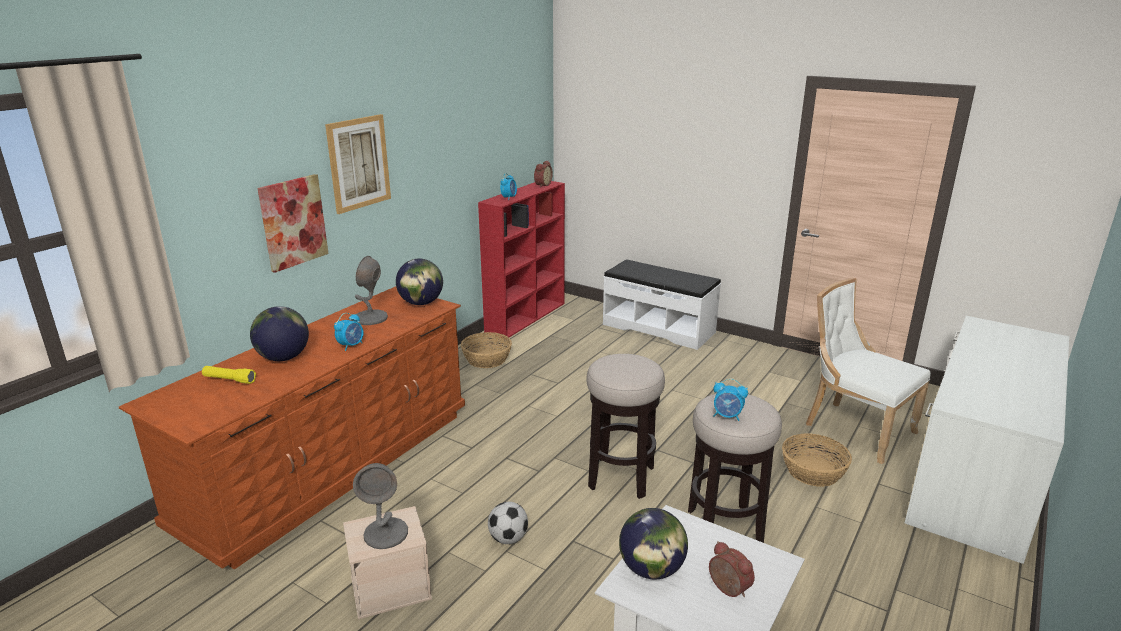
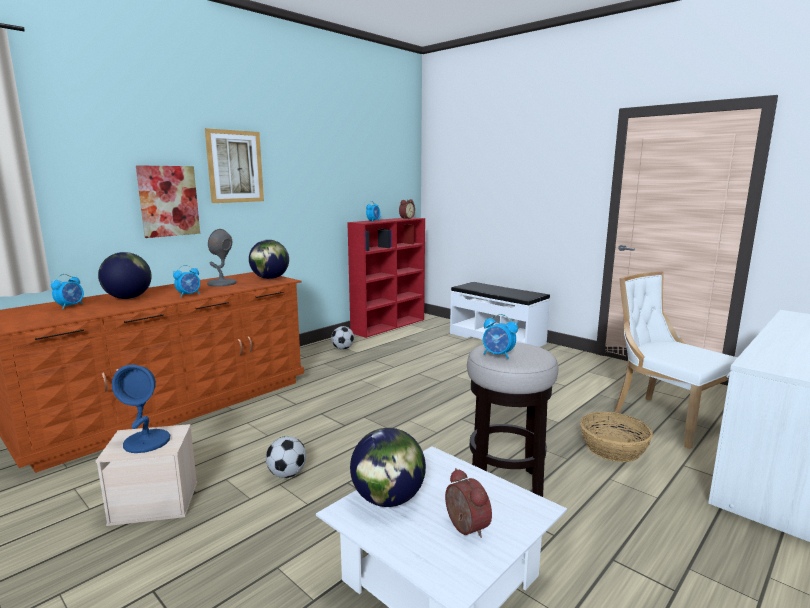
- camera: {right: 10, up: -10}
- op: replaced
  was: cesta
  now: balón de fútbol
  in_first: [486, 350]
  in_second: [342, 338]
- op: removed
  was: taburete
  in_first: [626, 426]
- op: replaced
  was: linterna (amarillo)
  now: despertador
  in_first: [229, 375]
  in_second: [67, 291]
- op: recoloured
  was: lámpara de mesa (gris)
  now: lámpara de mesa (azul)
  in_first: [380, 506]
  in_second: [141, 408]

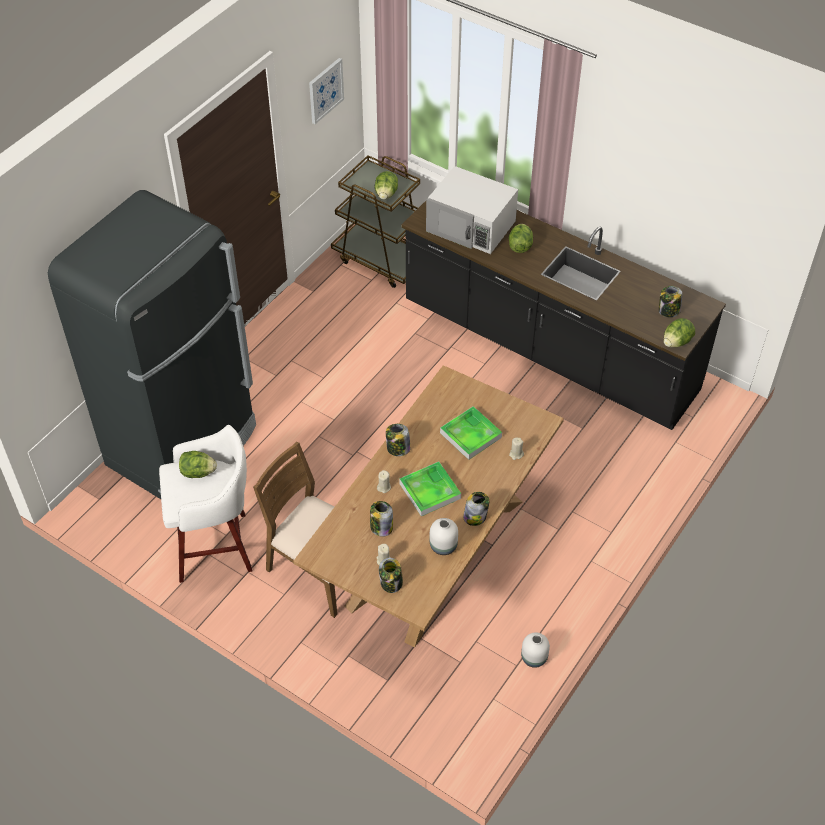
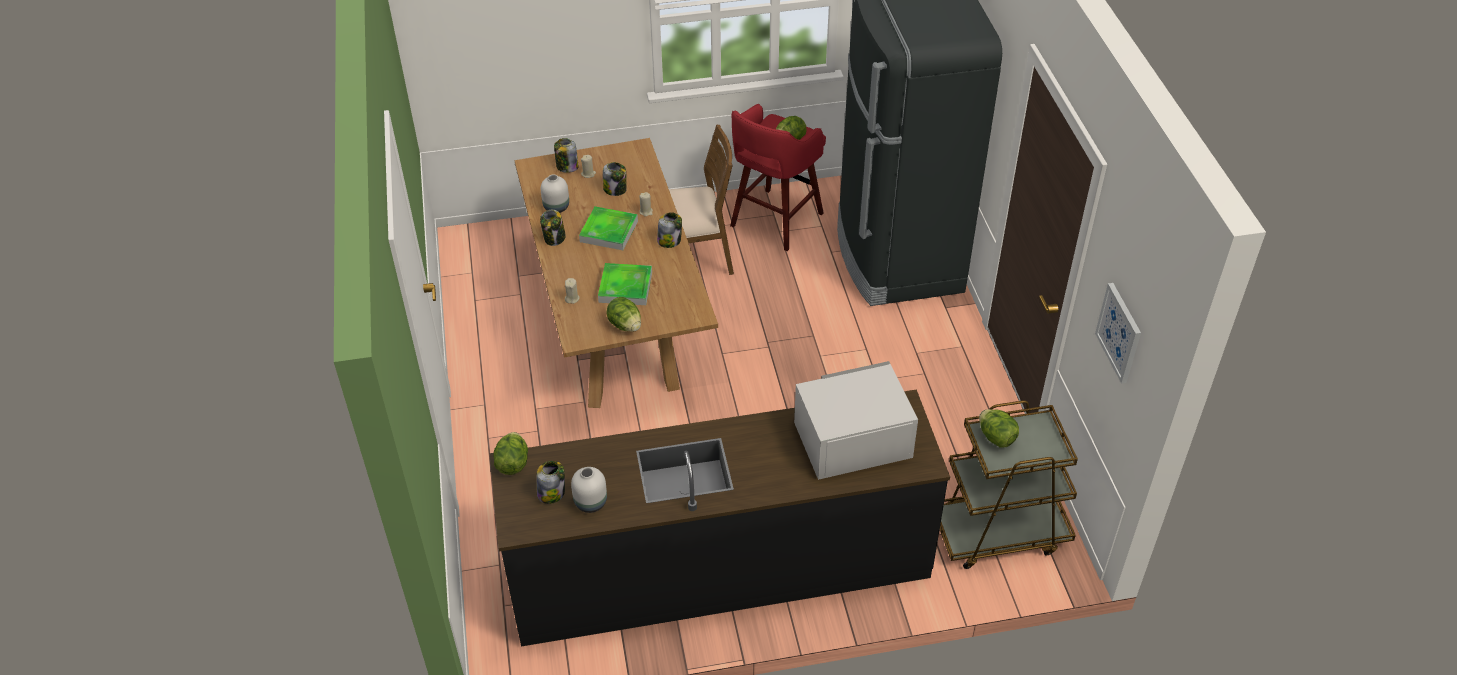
- camera: {right: 135, up: -5}
- op: moved
  was: lechuga
  in_first: [521, 238]
  in_second: [623, 314]
- op: recoloured
  was: taburete (blanco)
  now: taburete (rojo)
  in_first: [205, 504]
  in_second: [778, 177]
- op: moved
  was: florero (blanco)
  in_first: [535, 650]
  in_second: [589, 490]

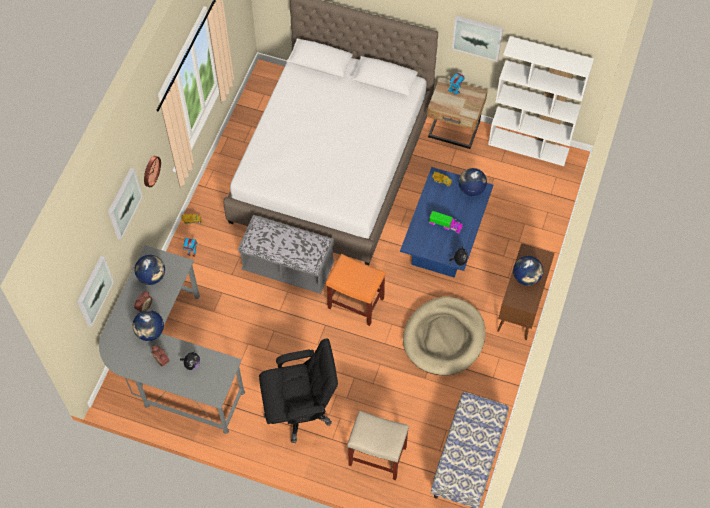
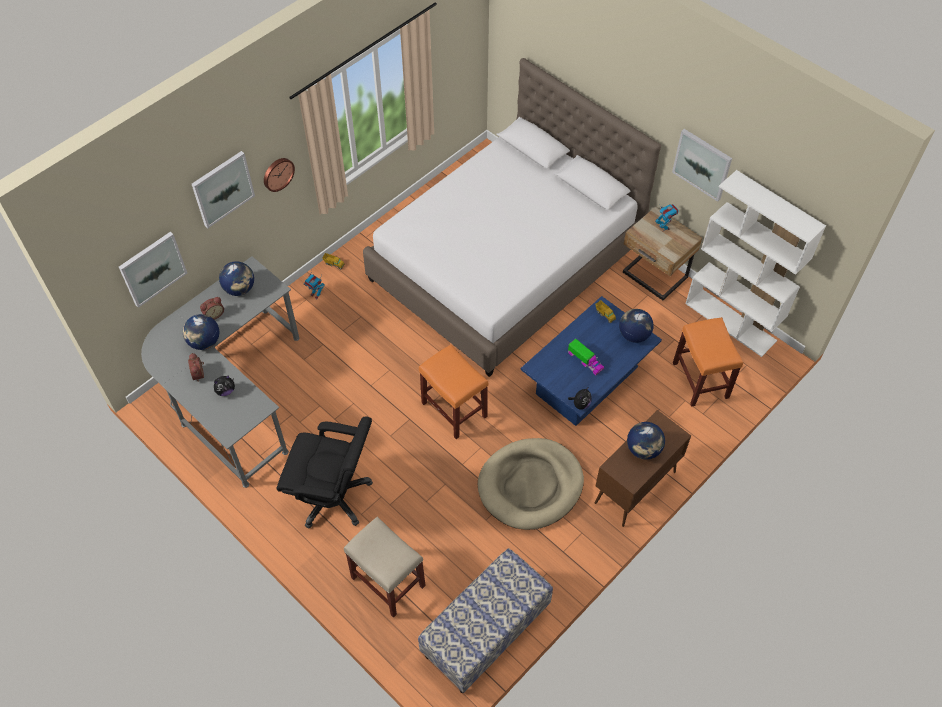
- camera: {right: 25, up: -5}
- op: removed
  was: banco (gris)
  in_first: [286, 254]
- op: added
  now: taburete (naranja)
  in_second: [708, 362]

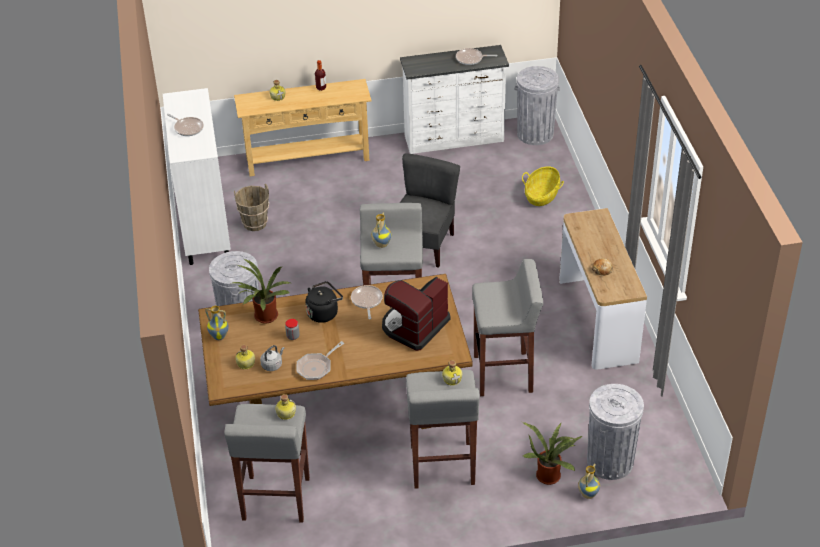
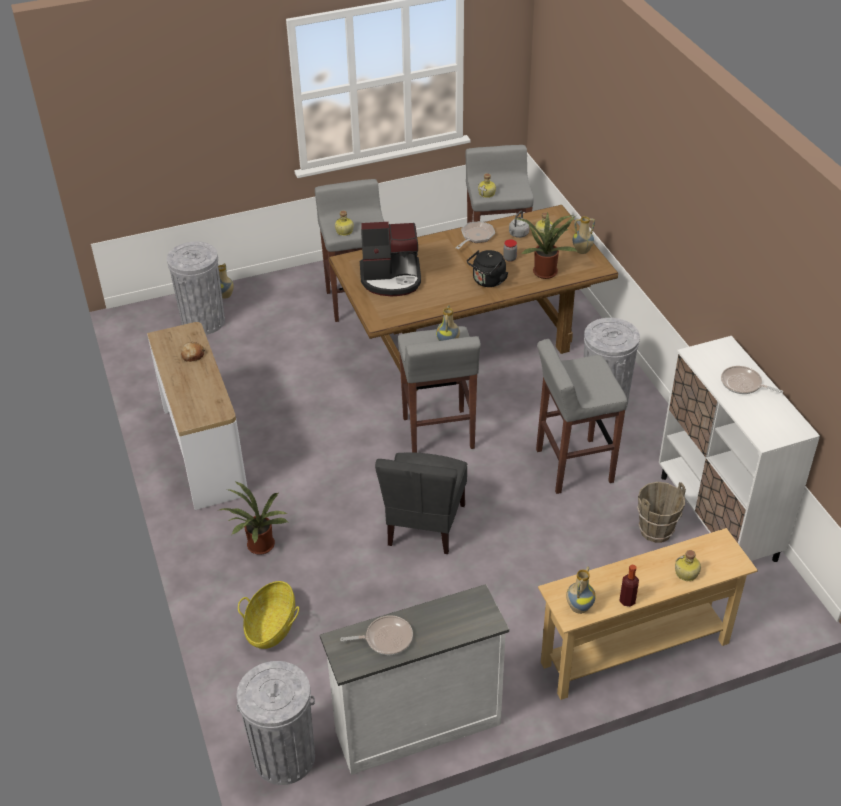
- camera: {right: 170, up: 0}
- op: moved
  was: taburete (gris)
  in_first: [507, 327]
  in_second: [582, 416]
- op: turned
  was: cafetera
  in_first: [416, 314]
  in_second: [390, 259]
  clockwise: 60
- op: removed
  was: sartén
  in_first: [367, 302]
- op: moved
  was: planta en maceta
  in_first: [552, 453]
  in_second: [252, 518]
- op: added
  now: florero
  in_second: [581, 590]

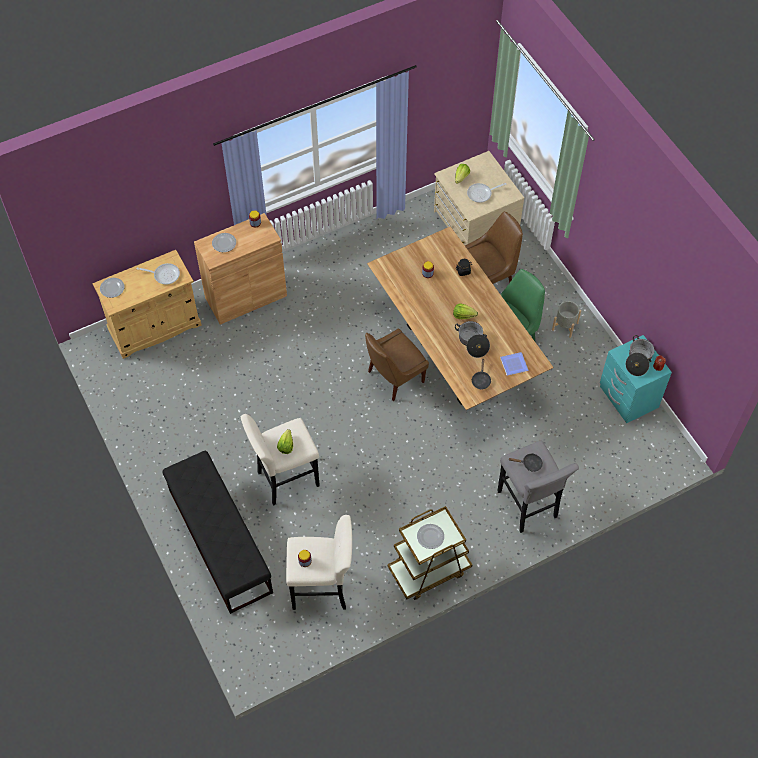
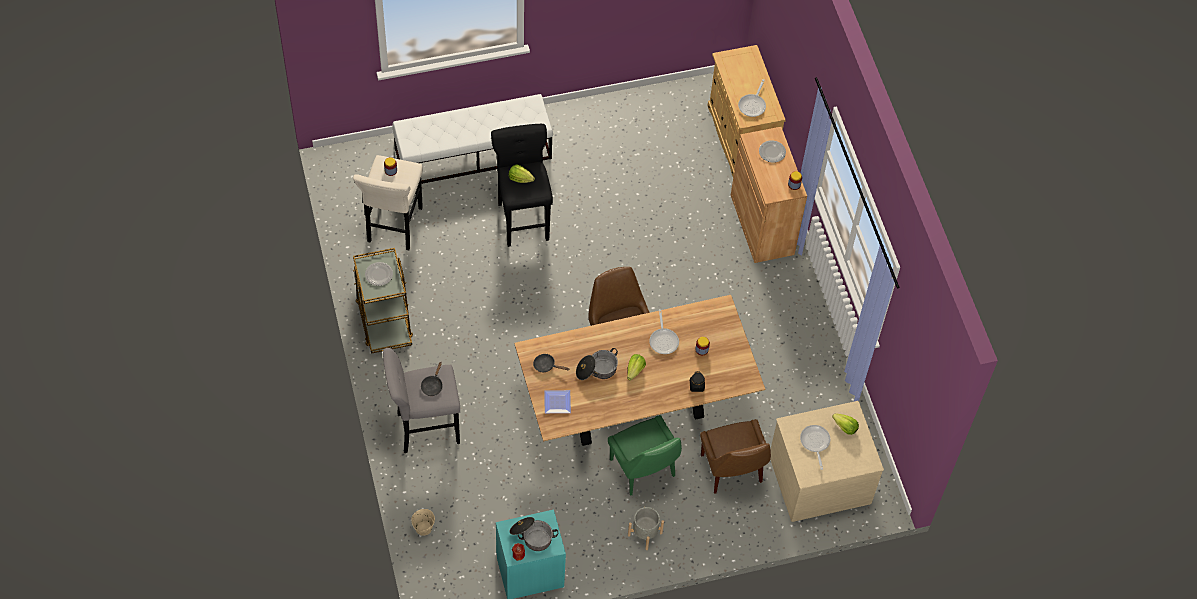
- camera: {right: 100, up: 0}
- op: removed
  was: plato
  in_first: [112, 288]
- op: recoloured
  was: taburete (beis)
  now: taburete (negro)
  in_first: [280, 460]
  in_second: [522, 185]
- op: recoloured
  was: banco (negro)
  now: banco (blanco)
  in_first: [217, 532]
  in_second: [472, 139]
- op: added
  now: sartén
  in_second: [664, 331]
- op: added
  now: cubo (beis)
  in_second: [423, 522]

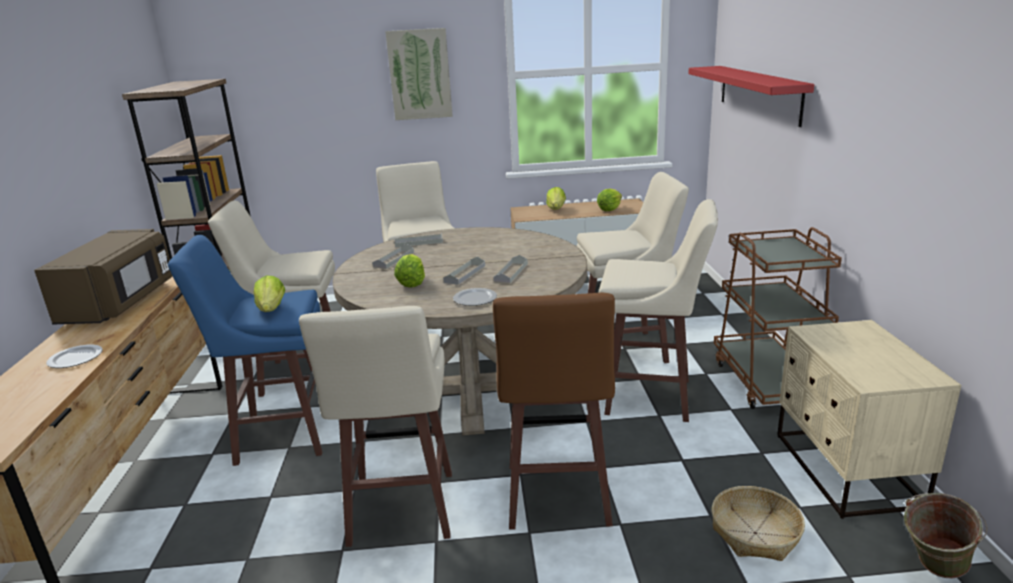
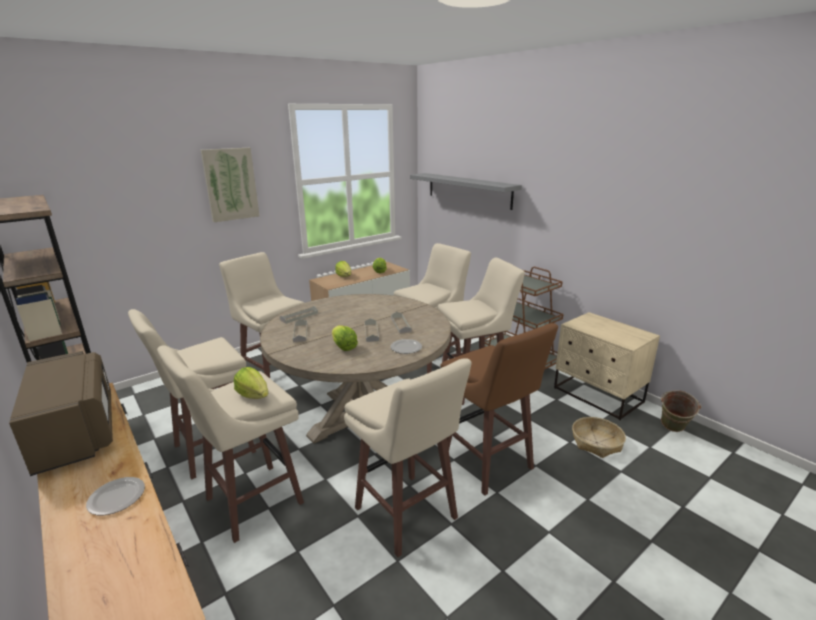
- camera: {right: -35, up: 0}
- op: recoloured
  was: estante (rojo)
  now: estante (gris)
  in_first: [751, 96]
  in_second: [466, 191]
- op: recoloured
  was: taburete (azul)
  now: taburete (beis)
  in_first: [245, 350]
  in_second: [230, 444]

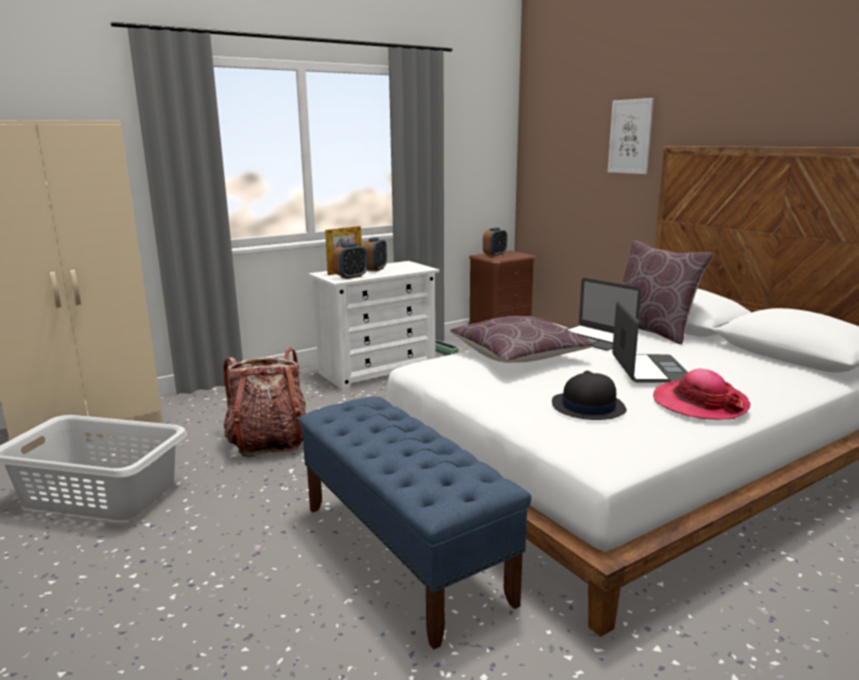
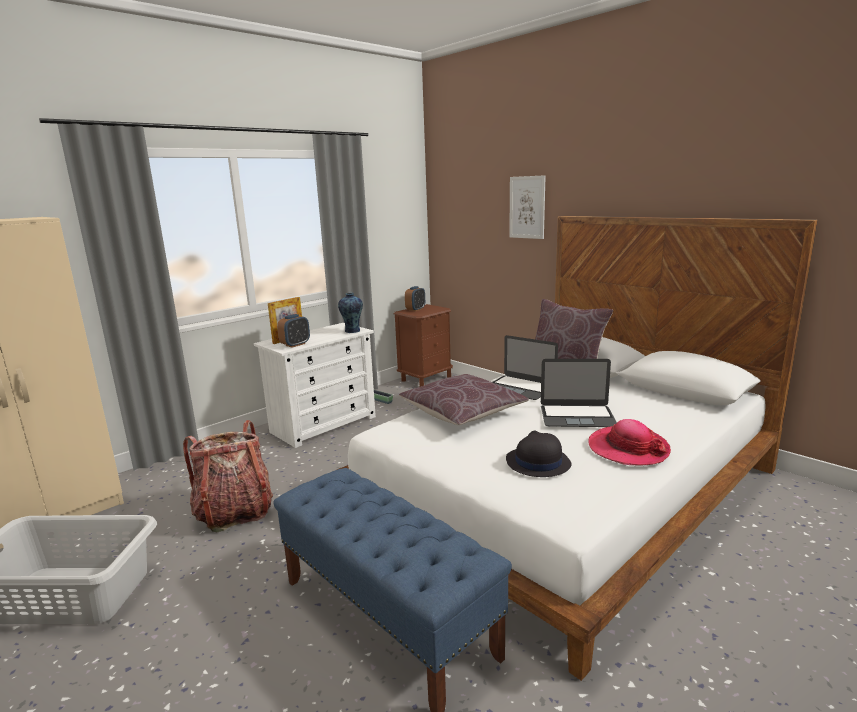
- camera: {right: -10, up: 0}
- op: removed
  was: despertador
  in_first: [375, 254]
- op: turned
  was: portátil
  in_first: [650, 342]
  in_second: [579, 393]
  clockwise: 105
- op: added
  now: florero
  in_second: [350, 313]

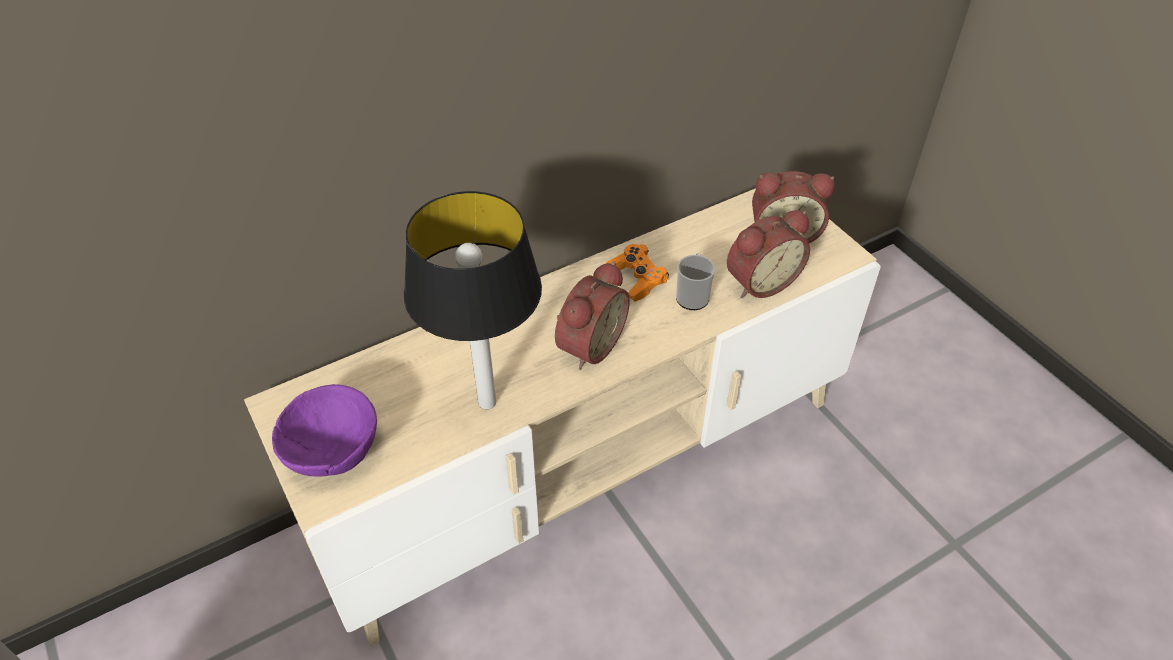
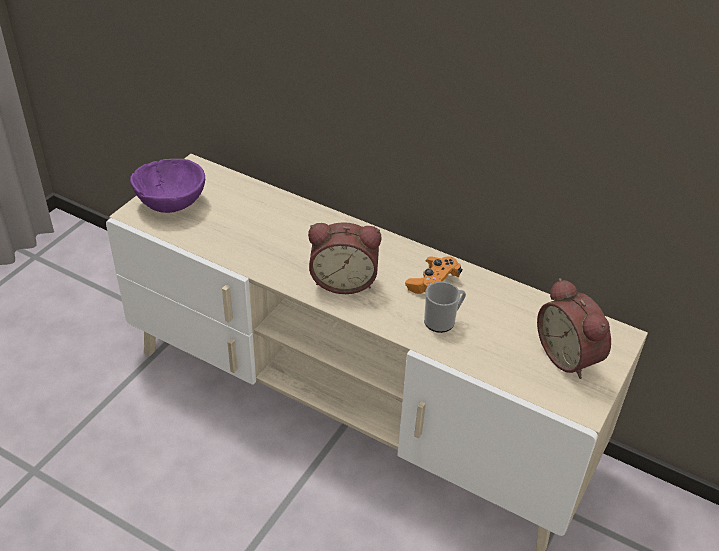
- camera: {right: 60, up: -5}
- op: removed
  was: lámpara de mesa
  in_first: [473, 300]
- op: removed
  was: despertador
  in_first: [768, 254]

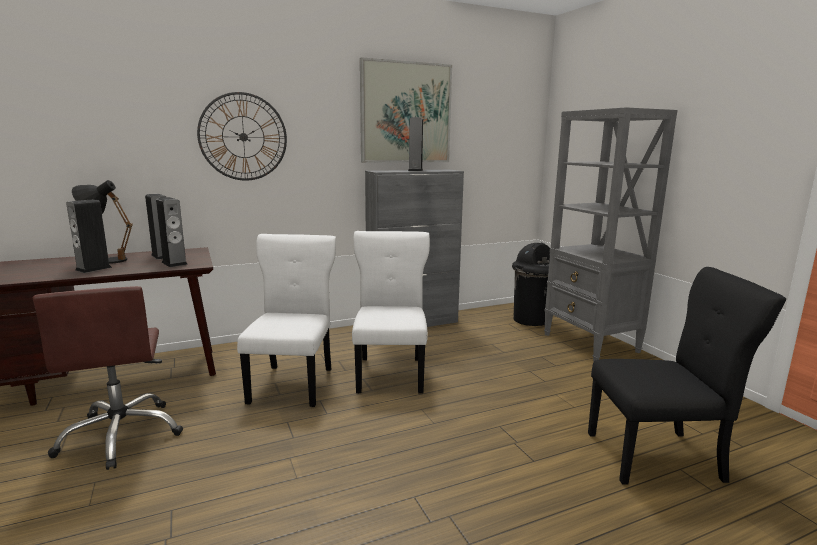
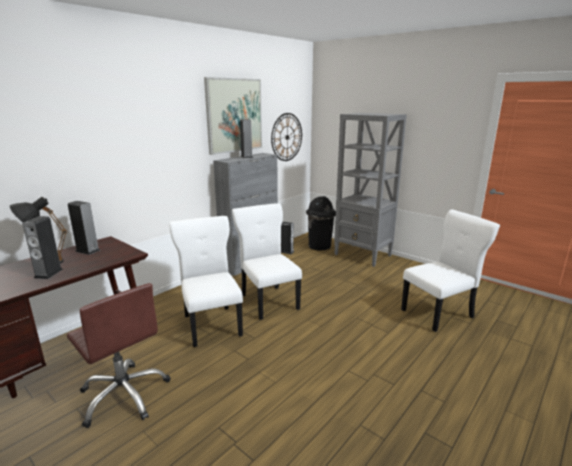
- camera: {right: -25, up: 5}
- op: moved
  was: reloj de pared
  in_first: [242, 136]
  in_second: [286, 137]
- op: moved
  was: altavoz
  in_first: [172, 232]
  in_second: [287, 238]
- op: recoloured
  was: silla (negro)
  now: silla (blanco)
  in_first: [687, 376]
  in_second: [450, 271]

